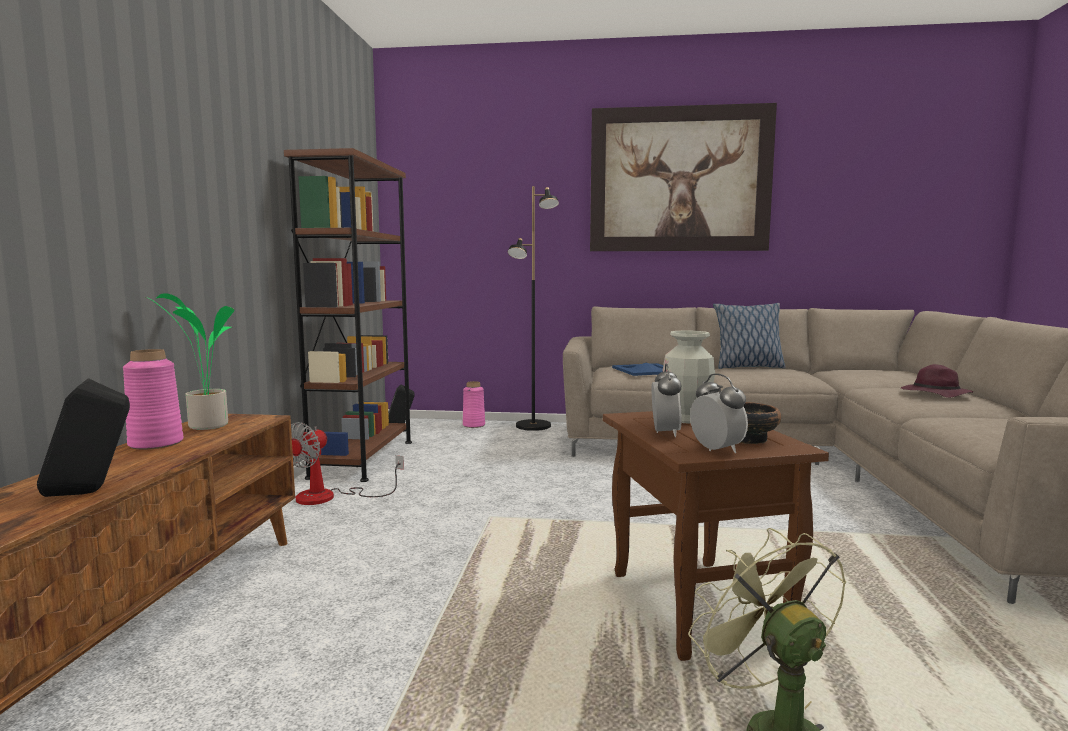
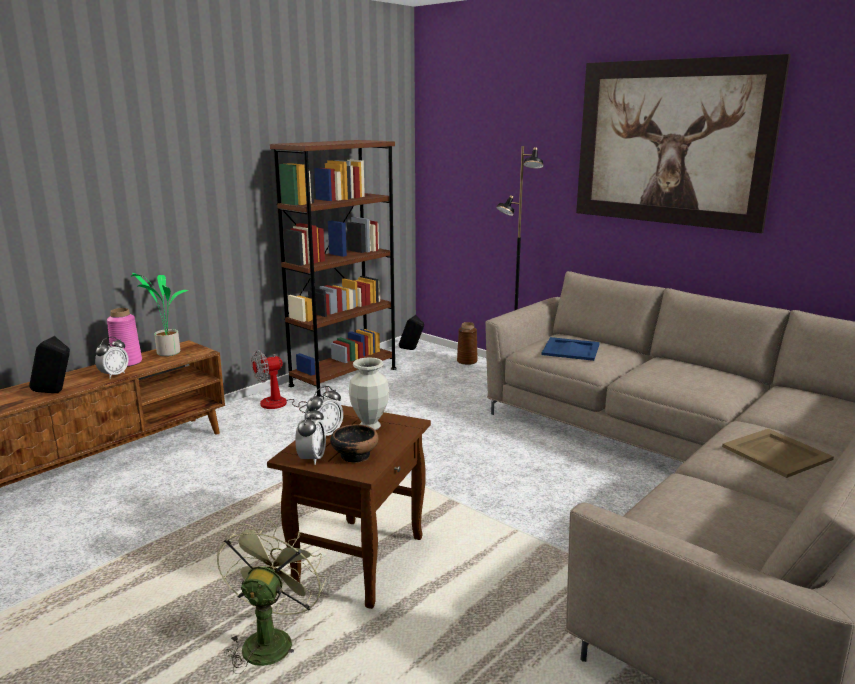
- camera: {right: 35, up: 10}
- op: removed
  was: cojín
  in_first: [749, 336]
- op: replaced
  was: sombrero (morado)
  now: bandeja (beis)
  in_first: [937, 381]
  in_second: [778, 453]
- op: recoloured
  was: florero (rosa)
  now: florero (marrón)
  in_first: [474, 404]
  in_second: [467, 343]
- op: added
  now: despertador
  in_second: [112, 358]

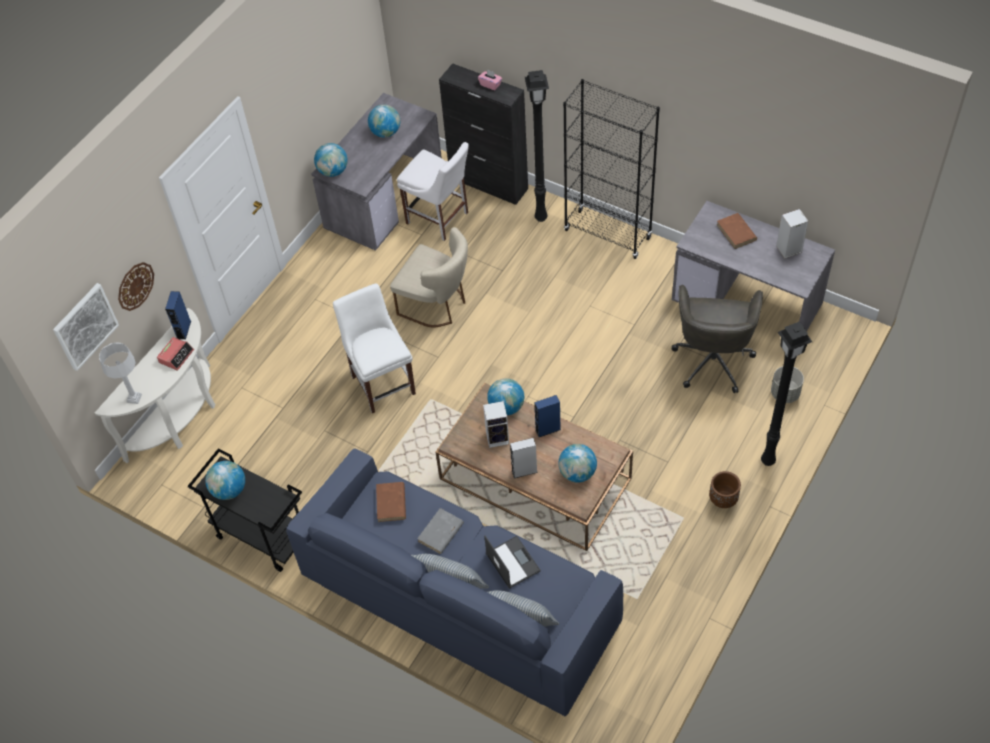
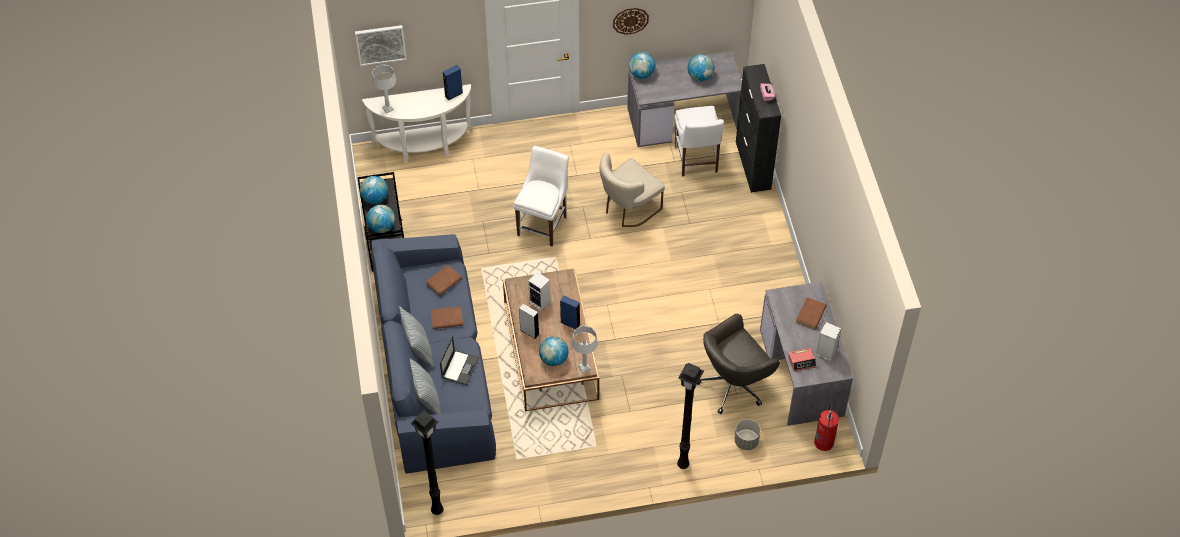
- camera: {right: 45, up: 0}
- op: moved
  was: lámpara de pie (negro)
  in_first: [537, 146]
  in_second: [426, 462]
- op: removed
  was: estantería (negro)
  in_first: [611, 169]
- op: turned
  was: silla (beis)
  in_first: [429, 277]
  in_second: [632, 190]
  clockwise: 60
- op: moved
  was: reloj de pared
  in_first: [136, 286]
  in_second: [631, 21]
- op: moved
  was: despertador
  in_first: [175, 354]
  in_second: [802, 360]
- op: moved
  was: globo terráqueo
  in_first: [505, 396]
  in_second: [380, 219]
- op: removed
  was: maceta (marrón)
  in_first: [725, 489]
- op: recoloured
  was: libro (gris)
  now: libro (marrón)
  in_first: [440, 531]
  in_second: [447, 317]
- op: added
  now: lámpara de mesa (gris)
  in_second: [585, 349]
- op: added
  now: extintor
  in_second: [826, 428]

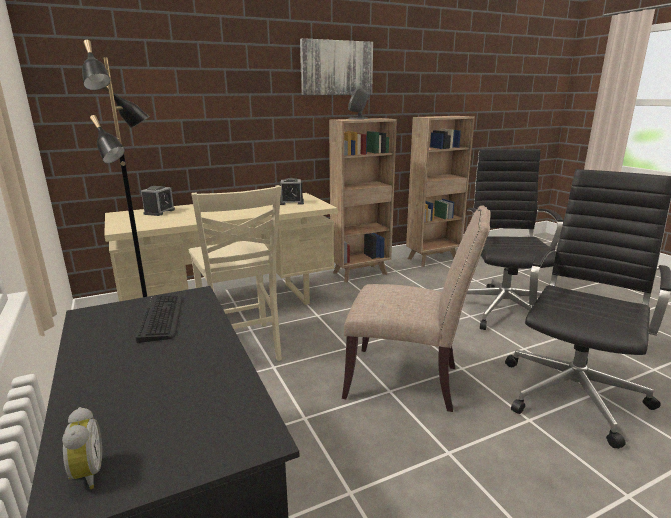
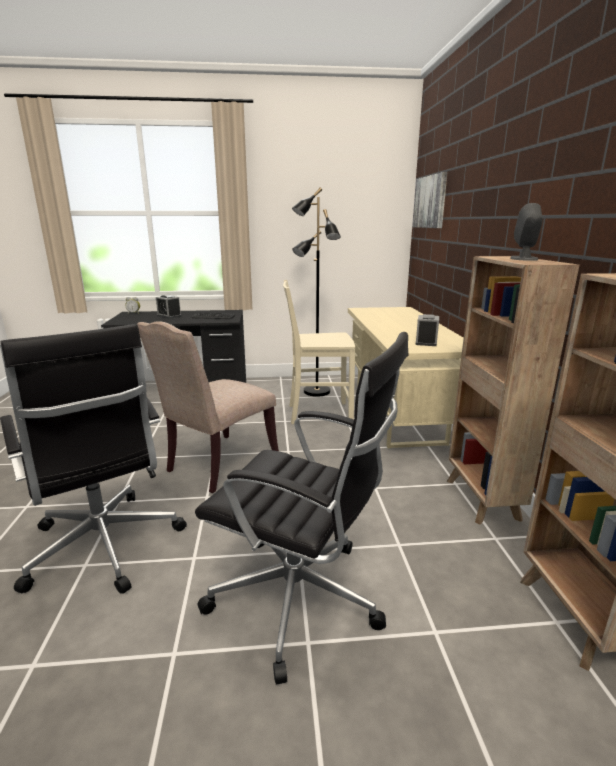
- camera: {right: 110, up: 0}
- op: moved
  was: cuadro
  in_first: [336, 66]
  in_second: [429, 200]
- op: moved
  was: despertador
  in_first: [158, 201]
  in_second: [169, 306]

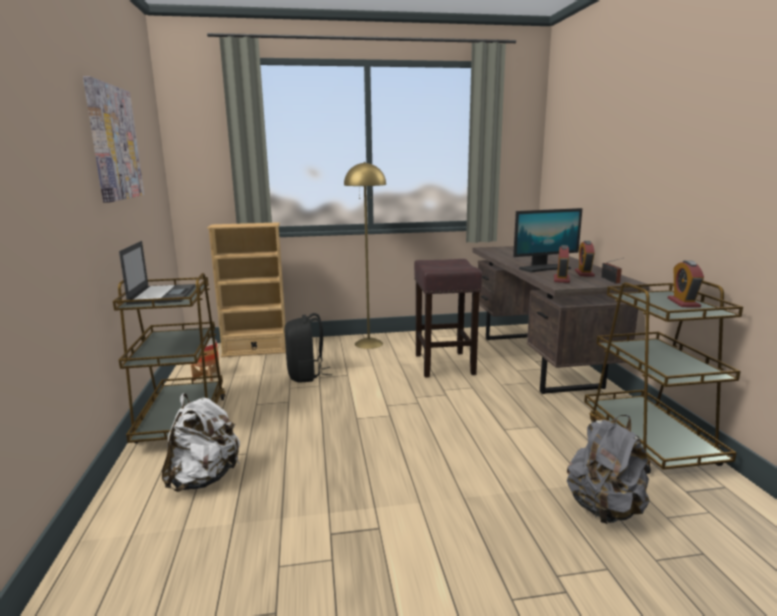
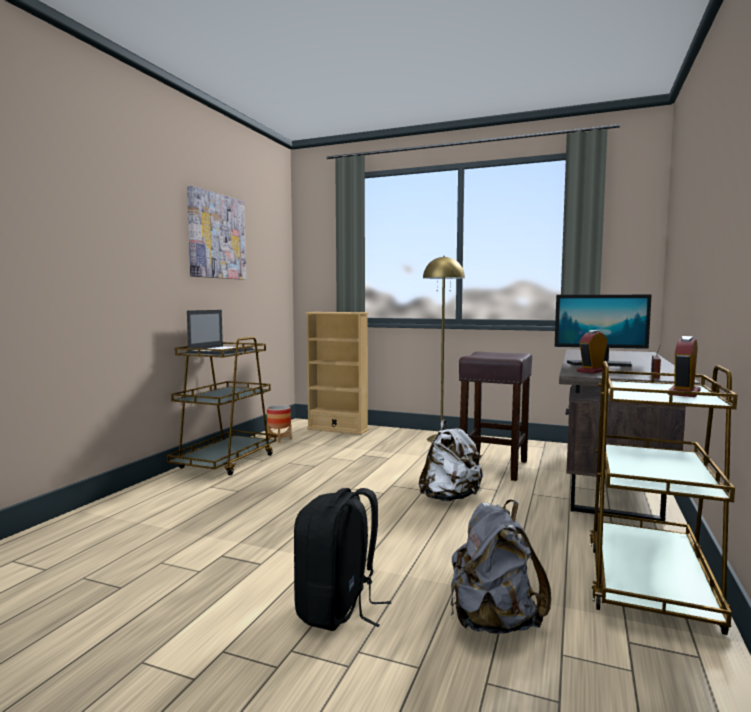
- camera: {right: 30, up: -10}
- op: removed
  was: despertador
  in_first: [585, 259]
- op: moved
  was: mochila (negro)
  in_first: [308, 348]
  in_second: [342, 559]
- op: moved
  was: mochila (blanco)
  in_first: [201, 442]
  in_second: [451, 460]

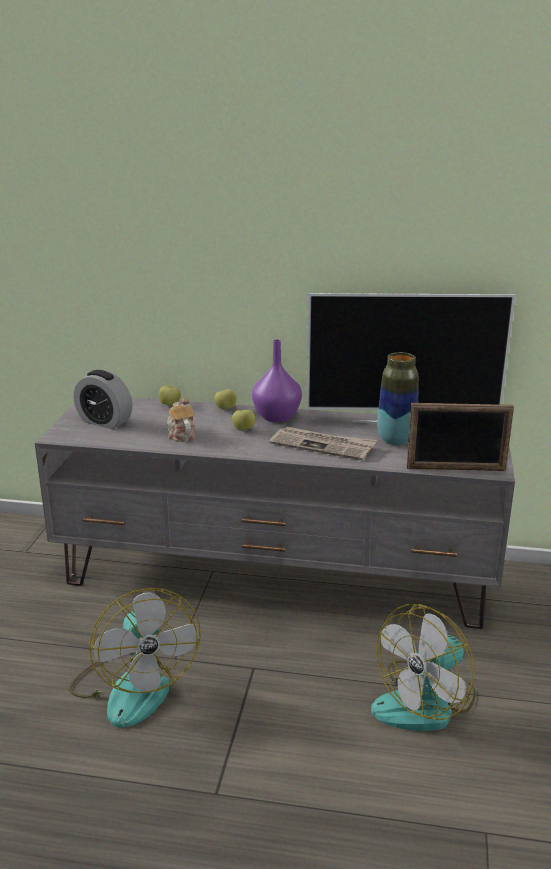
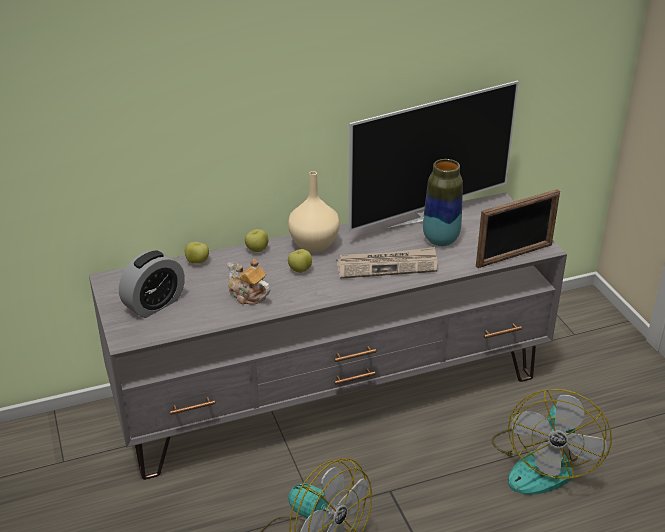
- camera: {right: -30, up: 10}
- op: recoloured
  was: florero (morado)
  now: florero (beis)
  in_first: [277, 381]
  in_second: [314, 212]
- op: turned
  was: despertador
  in_first: [103, 399]
  in_second: [152, 284]
  clockwise: -45

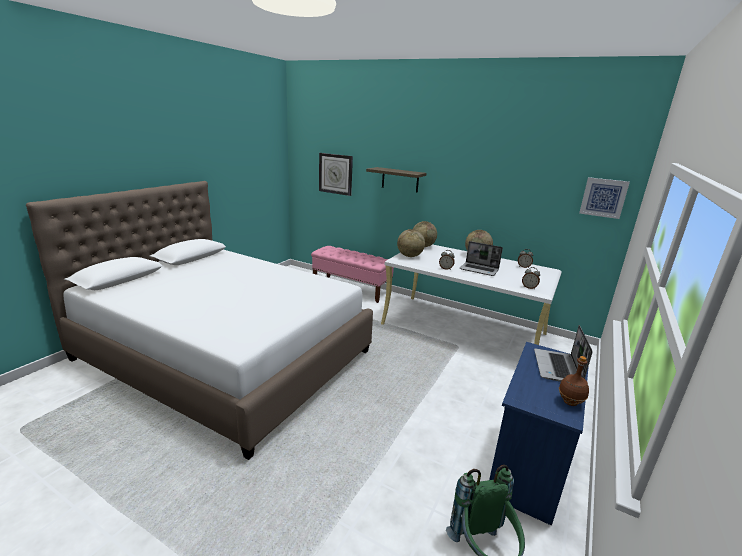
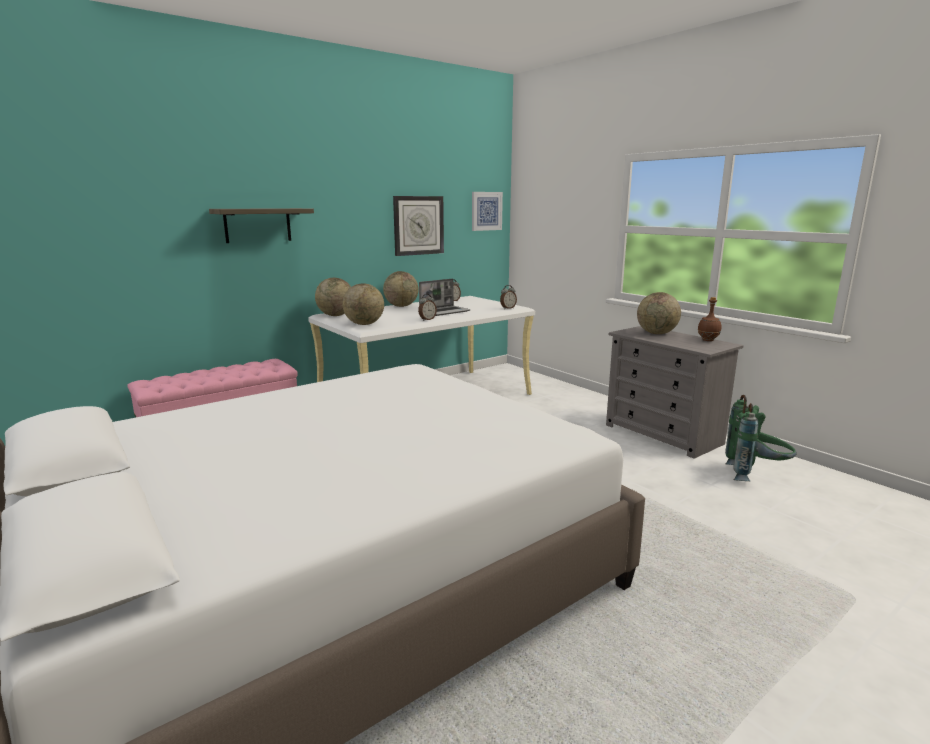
- camera: {right: -65, up: -5}
- op: moved
  was: reloj de pared
  in_first: [336, 174]
  in_second: [418, 226]
- op: replaced
  was: portátil
  now: globo terráqueo
  in_first: [563, 353]
  in_second: [659, 313]
- op: recoloured
  was: cómoda (azul)
  now: cómoda (gris)
  in_first: [539, 434]
  in_second: [674, 392]

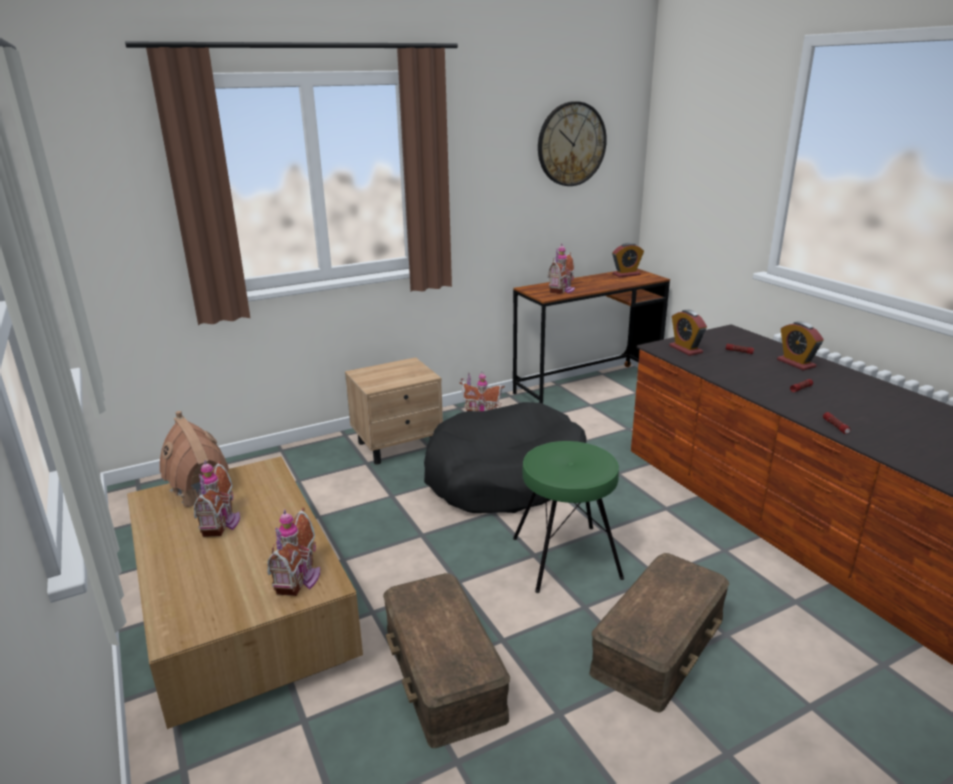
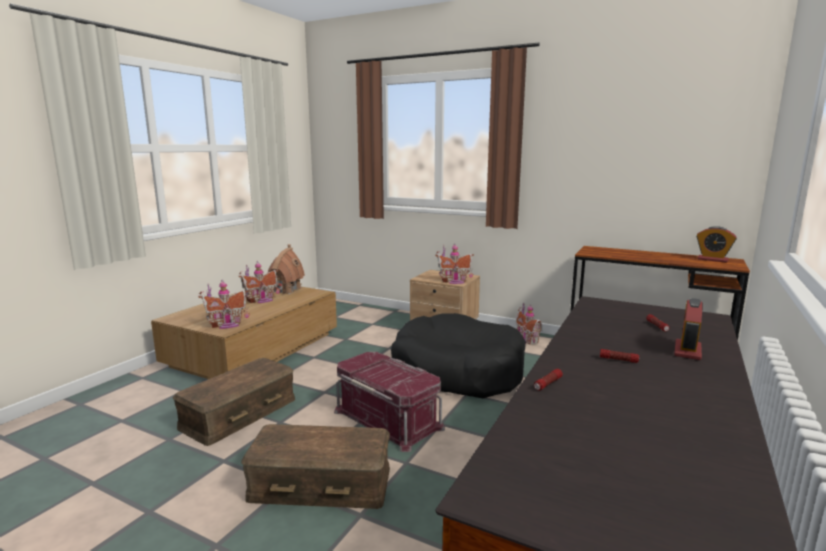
- camera: {right: 55, up: -10}
- op: removed
  was: reloj de pared
  in_first: [572, 143]
- op: moved
  was: casita
  in_first: [561, 269]
  in_second: [454, 264]
- op: removed
  was: despertador
  in_first: [688, 333]
- op: replaced
  was: taburete (verde)
  now: caja de almacenaje (rojo)
  in_first: [568, 517]
  in_second: [389, 402]

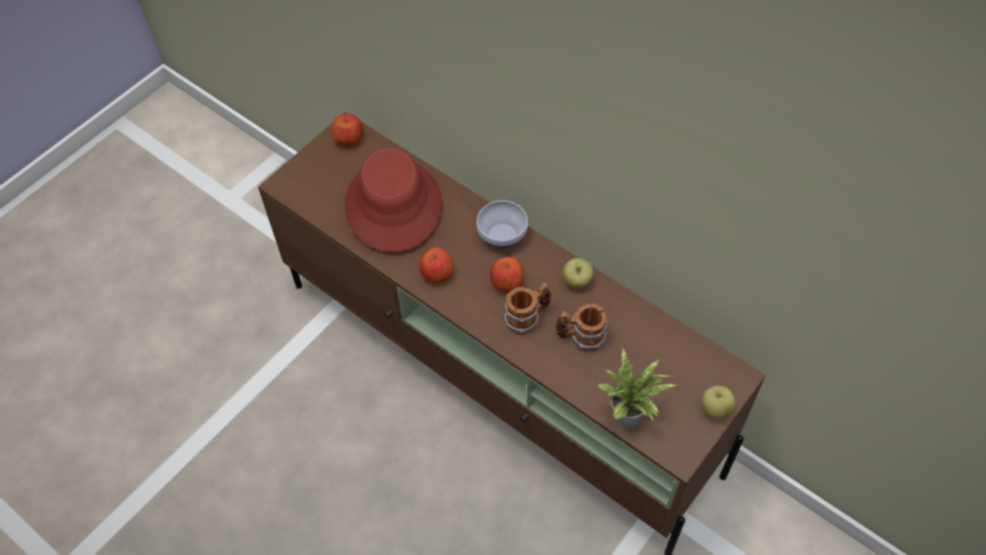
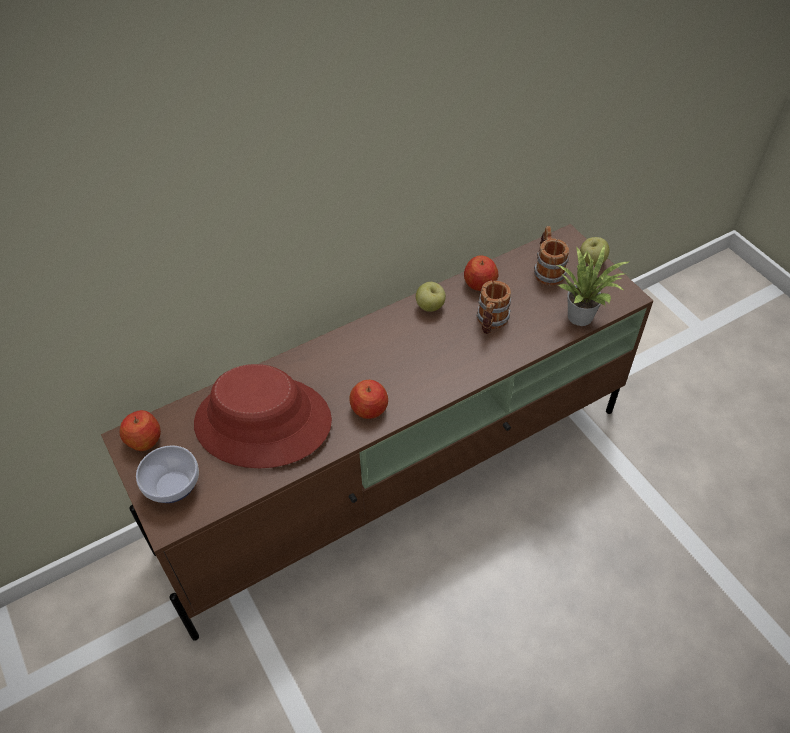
- camera: {right: -70, up: -5}
- op: moved
  was: cuenco
  in_first: [502, 224]
  in_second: [167, 474]
- op: moved
  was: manzana
  in_first: [507, 274]
  in_second: [481, 273]
- op: moved
  was: taza grande
  in_first: [528, 309]
  in_second: [551, 256]

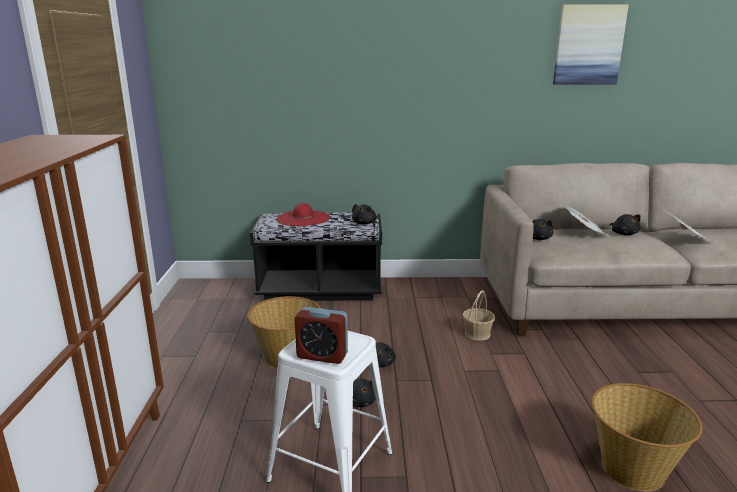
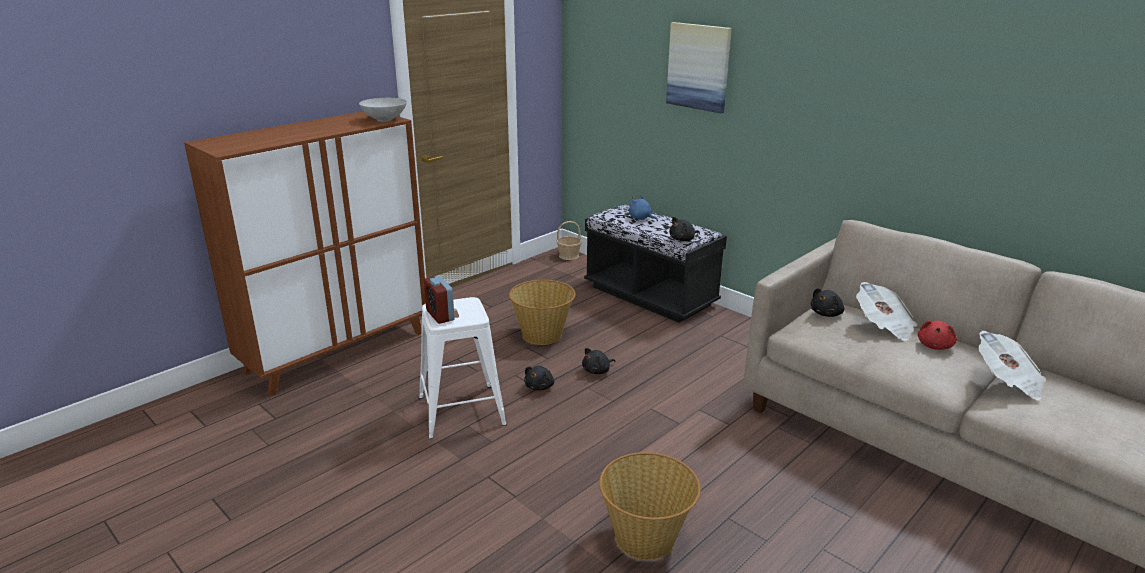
- camera: {right: 45, up: 5}
- op: moved
  was: cuadro
  in_first: [591, 44]
  in_second: [699, 67]
- op: replaced
  was: sombrero (rojo)
  now: peluche (azul)
  in_first: [303, 214]
  in_second: [643, 208]
- op: recoloured
  was: peluche (negro)
  now: peluche (rojo)
  in_first: [625, 225]
  in_second: [937, 335]
- op: moved
  was: cesta
  in_first: [478, 316]
  in_second: [569, 240]
- op: added
  now: cuenco (gris)
  in_second: [383, 110]

